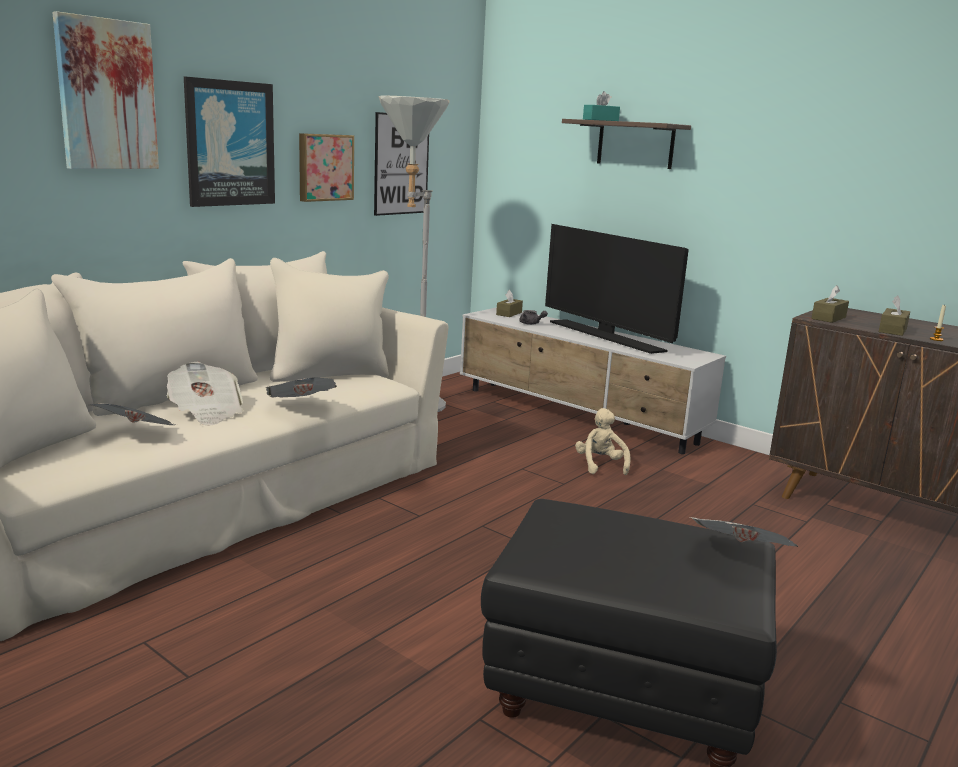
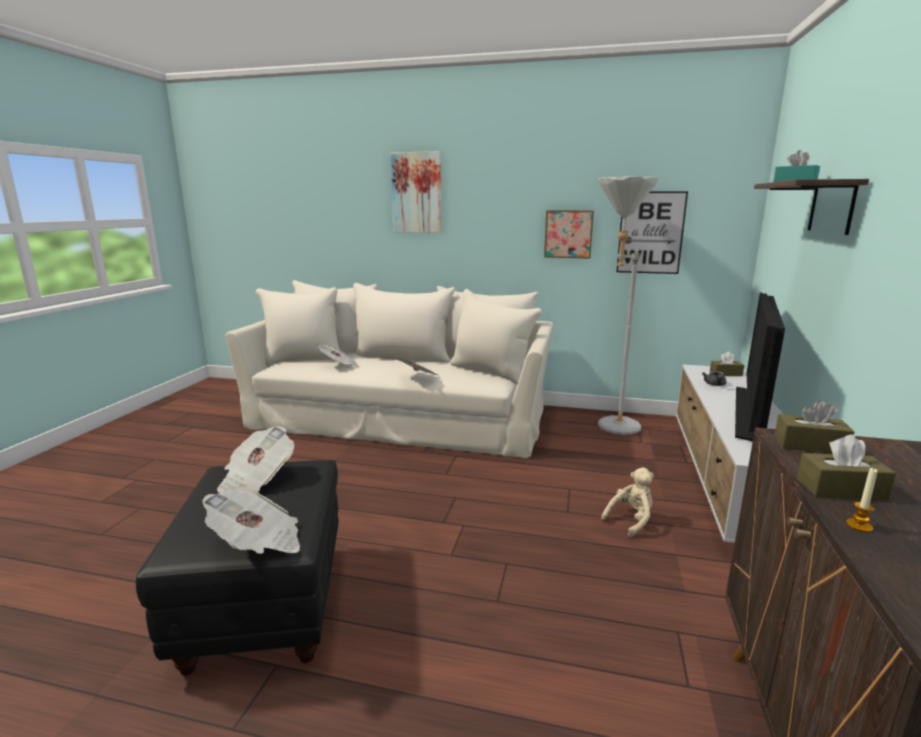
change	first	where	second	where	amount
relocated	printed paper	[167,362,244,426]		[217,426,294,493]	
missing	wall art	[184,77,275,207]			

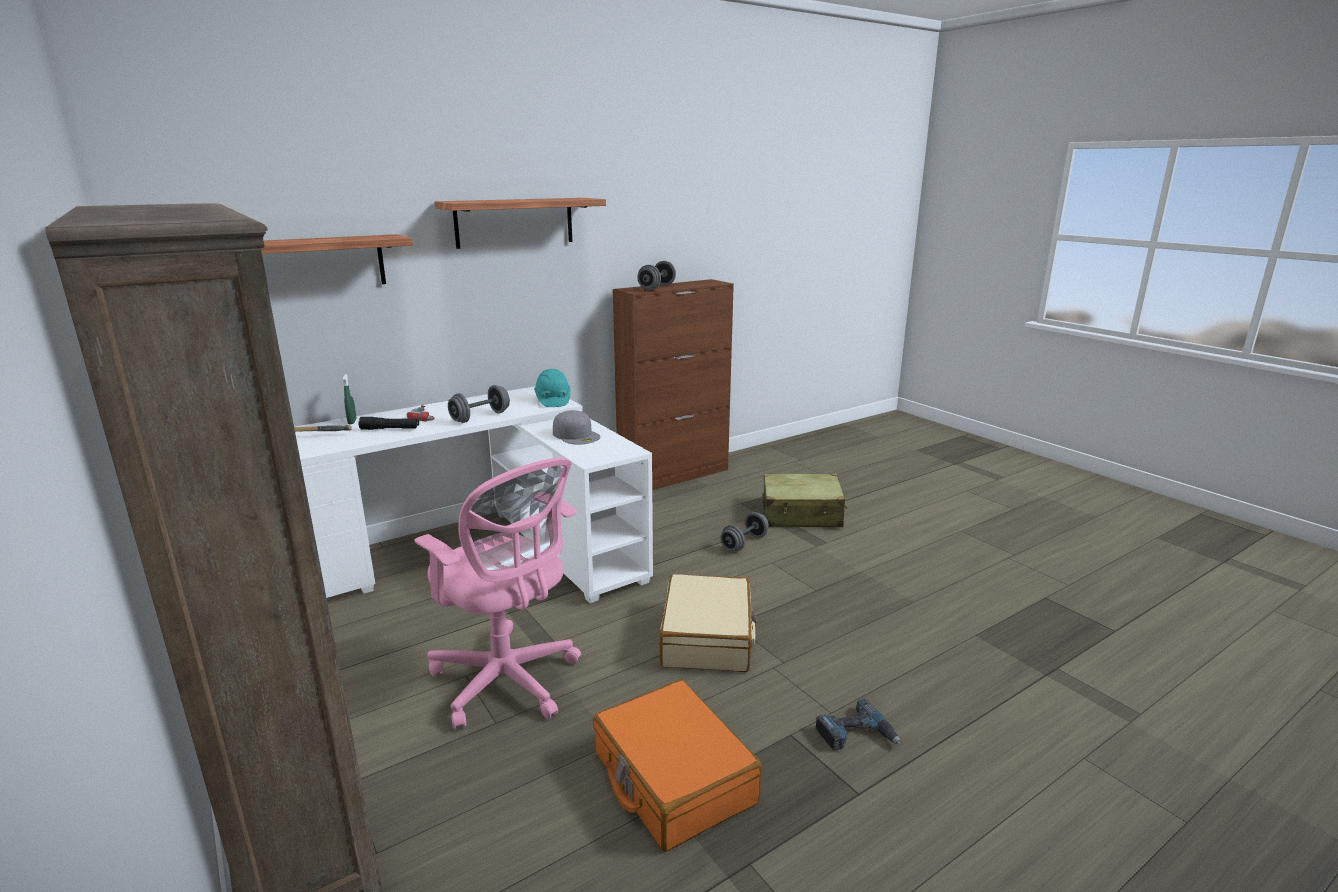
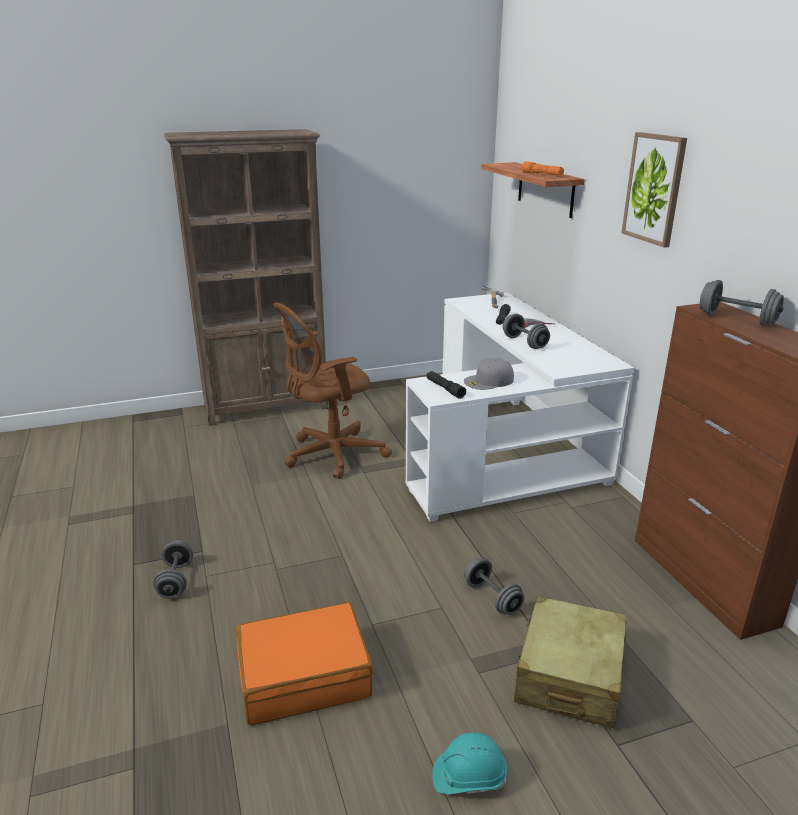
change	first	where	second	where	amount
missing	green-coloured sprayer	[343,373,356,424]			
colour	pinkish computer chair	[414,458,581,730]	brown computer chair	[273,302,392,479]	
exchanged	bracket shelf	[435,198,606,249]	wall art	[622,132,687,248]	
relocated	turquoise-coloured hard hat	[534,369,571,407]		[432,732,507,794]	
relocated	orange-coloured travel case	[593,680,762,852]		[236,602,373,725]	
missing	beige-coloured travel case	[660,574,757,672]			
exchanged	power drill	[816,699,901,751]	greyish hand weight	[153,540,193,599]	
appeared			black-coloured torch	[426,371,466,399]	
appeared			orange-coloured torch	[521,162,564,176]	

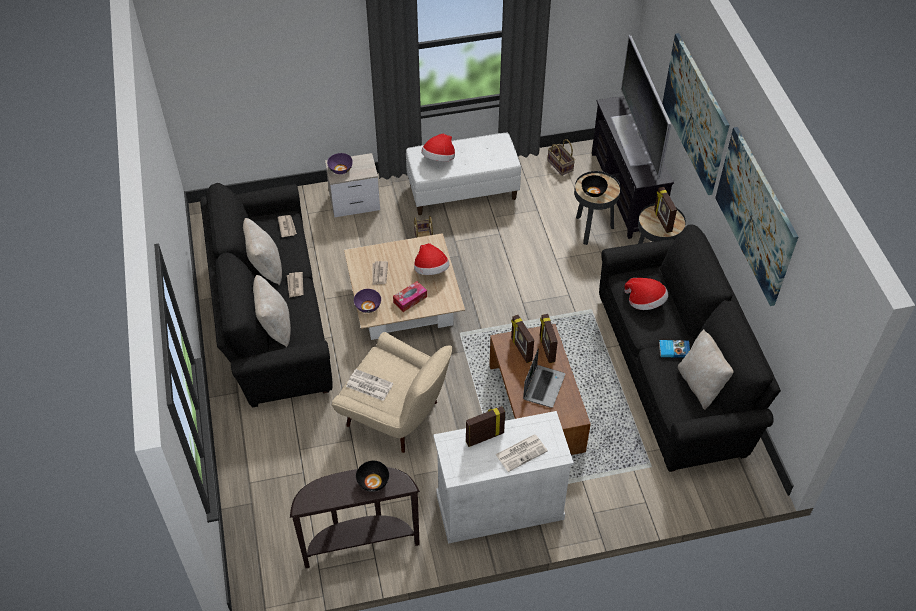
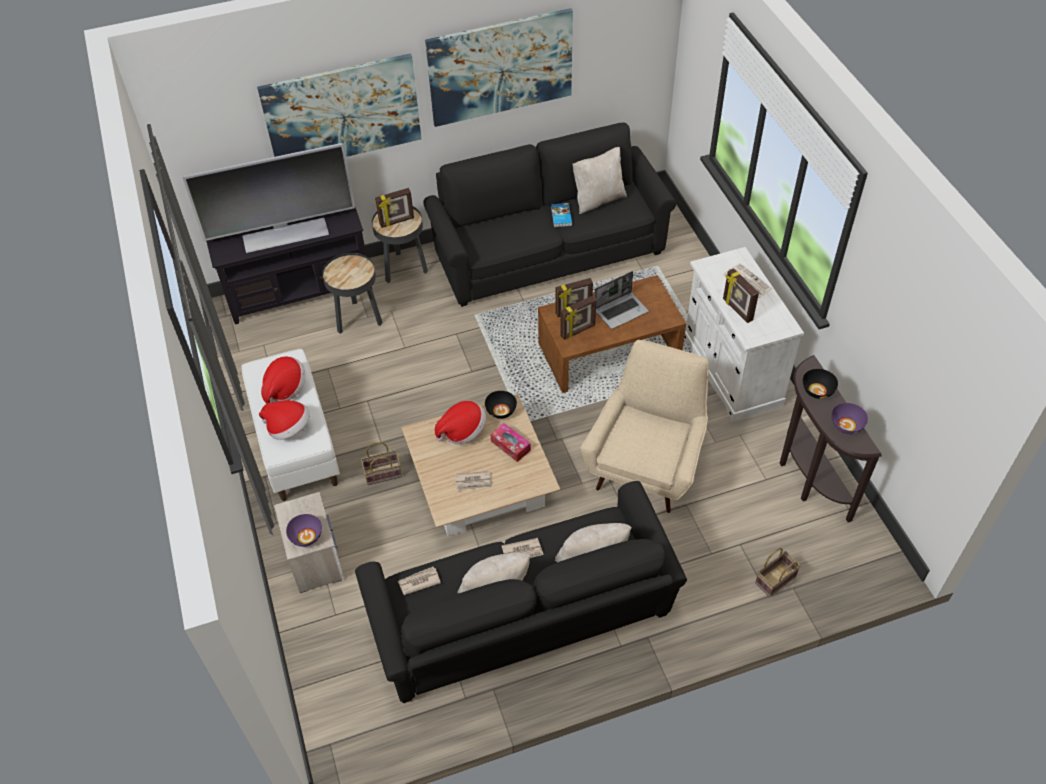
change	first	where	second	where	amount
missing	printed paper	[346,369,393,401]			
relocated	purple serving bowl	[354,289,381,313]		[831,403,868,434]	
spun	laptop	[523,348,565,408]		[594,271,649,329]	135 degrees clockwise
relocated	basket	[547,139,575,176]		[755,548,801,597]	
relocated	black-coloured serving bowl	[582,175,608,197]		[485,391,517,419]	
relocated	wearable hat	[624,278,669,310]		[261,356,306,404]	

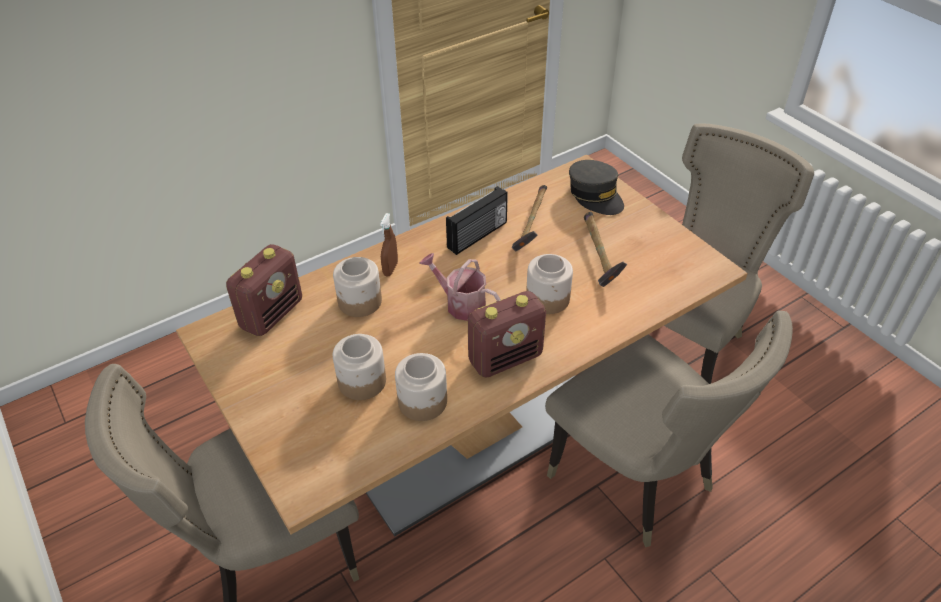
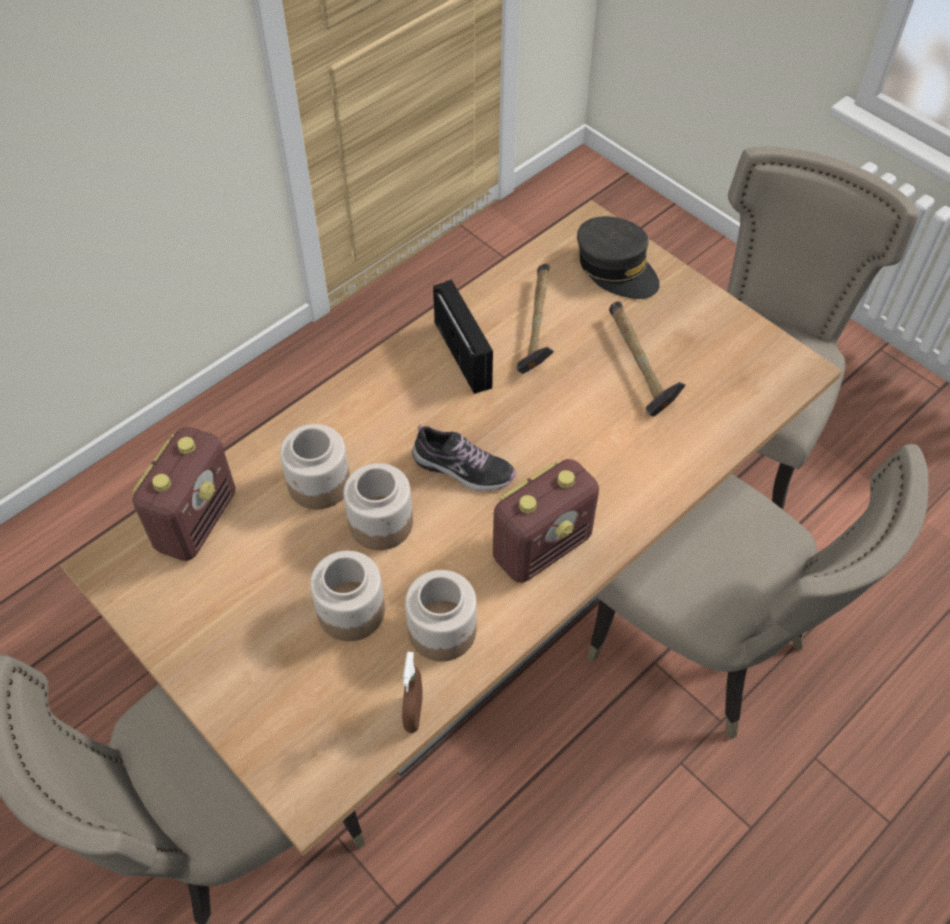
change	first	where	second	where	amount
relocated	brown sprayer	[380,213,398,276]		[402,652,423,733]	
exchanged	watering pot	[419,253,501,321]	low shoe	[412,424,516,491]	
spun	radio set	[446,186,508,255]		[433,279,493,394]	60 degrees counterclockwise
relocated	preserve jar	[526,254,573,314]		[343,463,413,550]	

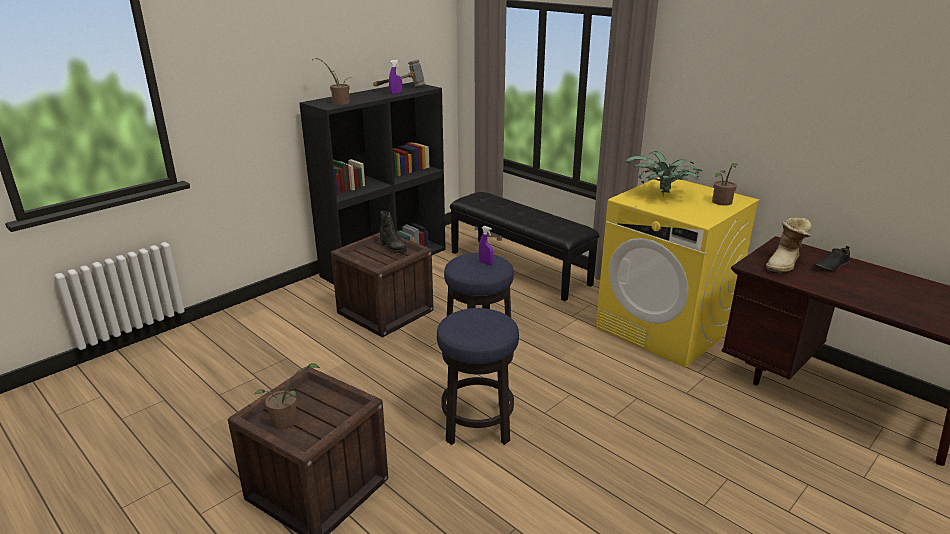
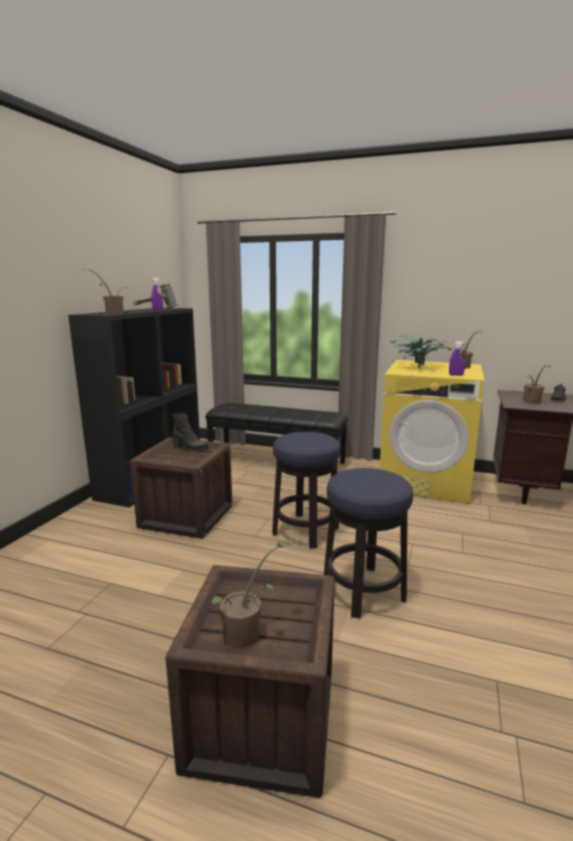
change	first	where	second	where	amount
relocated	purple sprayer	[479,226,493,265]		[449,341,466,376]	
exchanged	boot	[766,217,812,274]	houseplant	[523,365,551,403]	

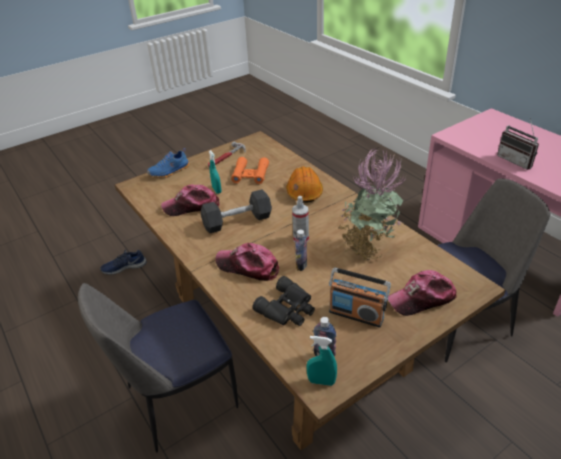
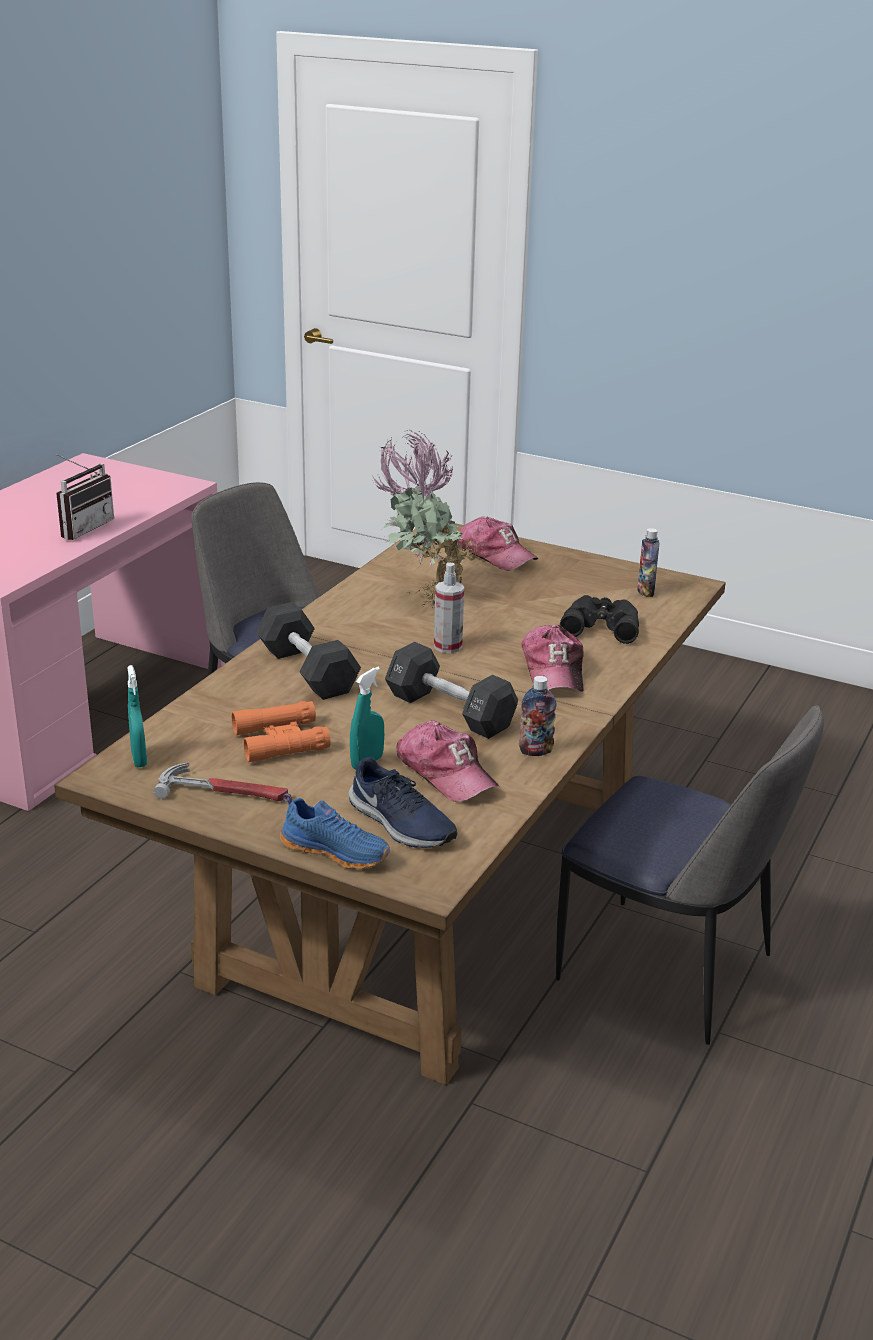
change	first	where	second	where	amount
relocated	blue low shoe	[100,250,146,275]		[349,757,458,848]	
exchanged	orange-coloured hard hat	[286,166,323,203]	black-coloured hand weight	[256,602,361,700]	
relocated	bottle	[295,229,307,271]		[519,676,557,756]	
relocated	turquoise-coloured sprayer	[307,336,337,386]		[128,665,147,767]	
missing	radio set	[329,268,391,328]			

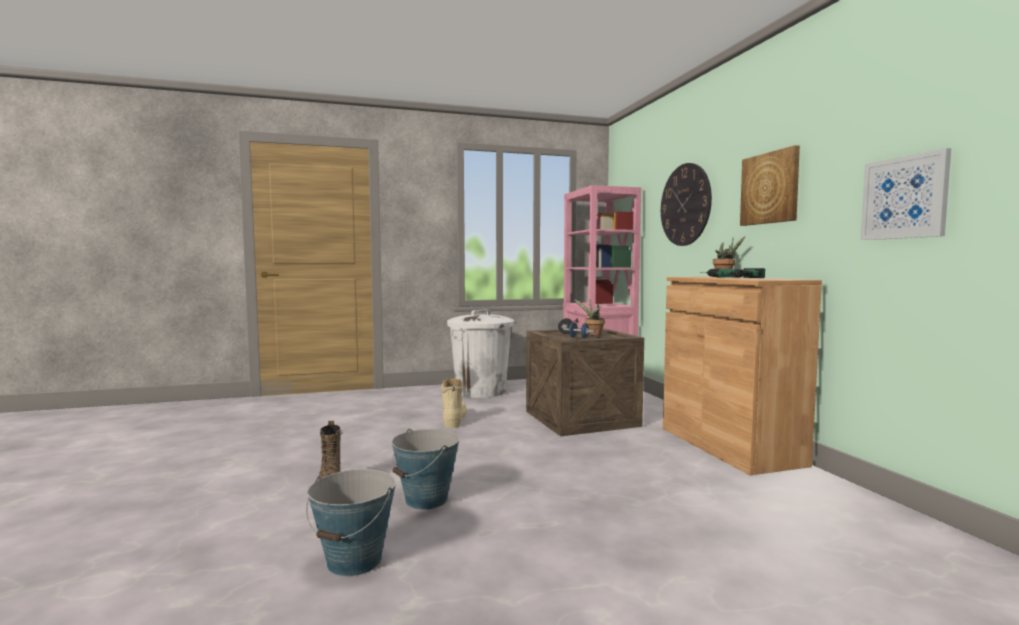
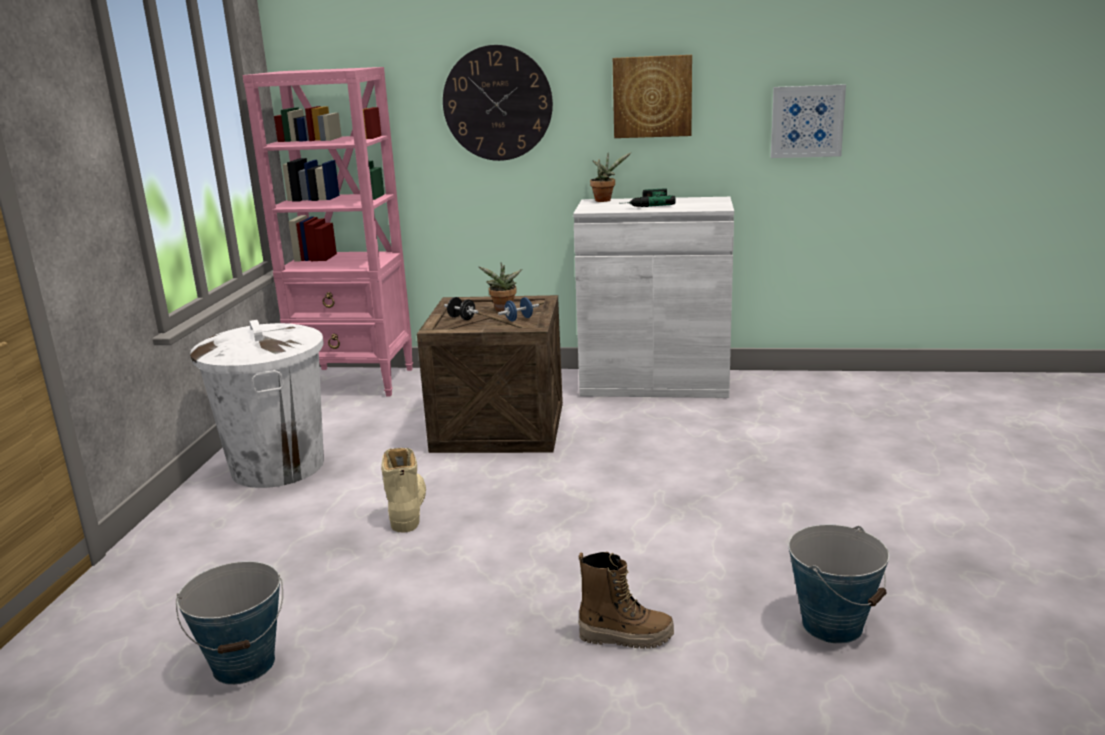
change	first	where	second	where	amount
relocated	water bucket	[392,429,459,510]		[176,561,283,685]	
spun	beige-coloured boot	[441,378,467,428]		[381,448,426,532]	60 degrees clockwise
colour	brown cupboard	[663,277,822,475]	white-coloured cupboard	[573,197,734,398]	

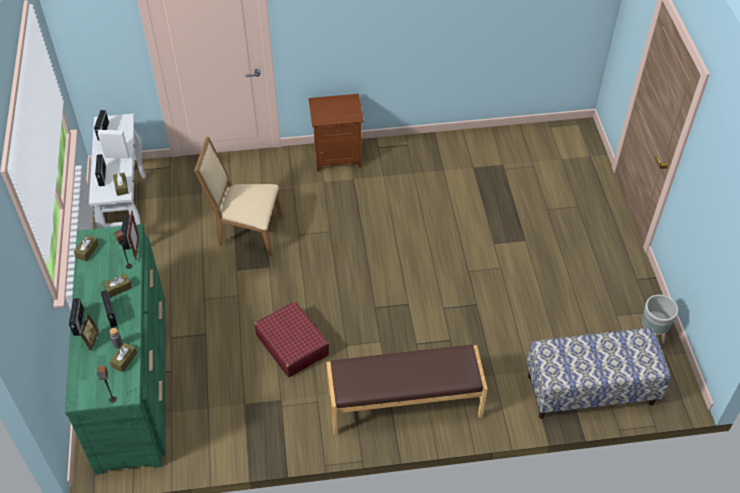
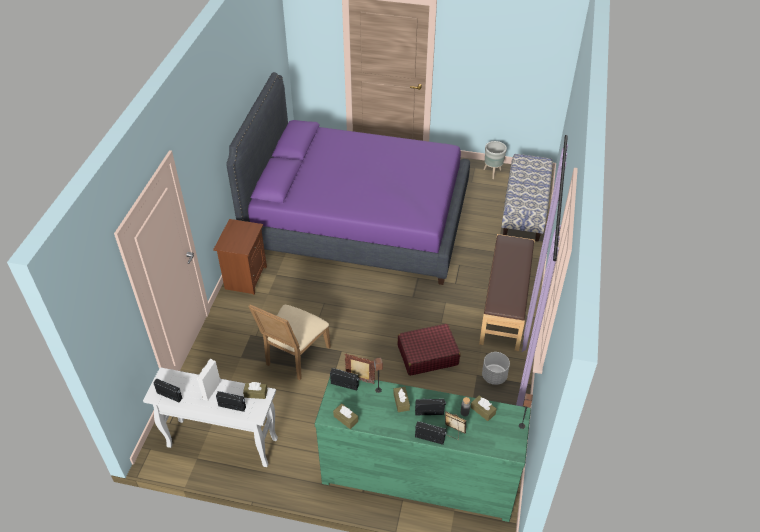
change	first	where	second	where	amount
appeared			purple sleeping bed	[226,72,470,285]	
appeared			white-coloured flower pot	[482,352,510,385]	

